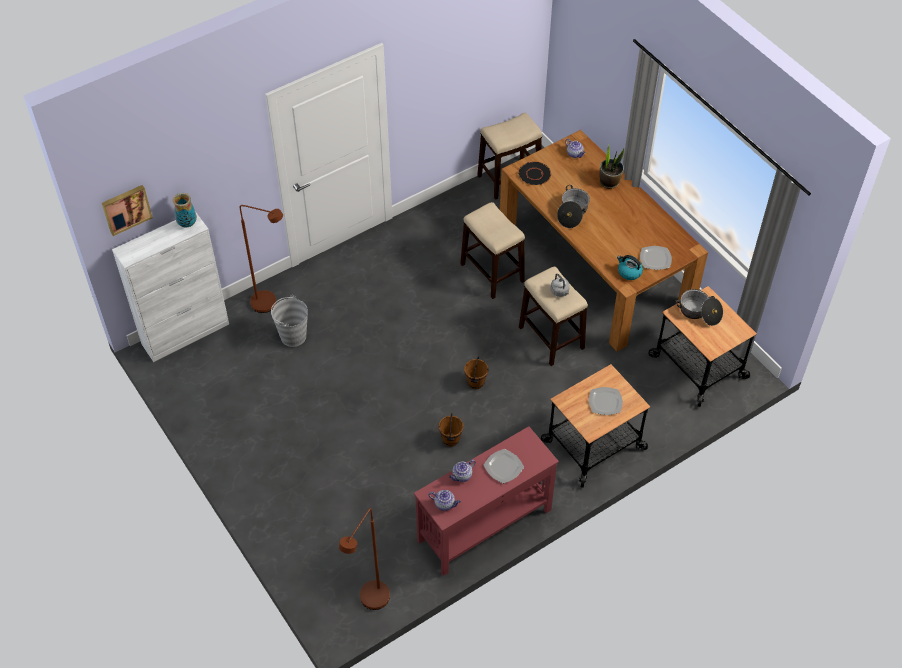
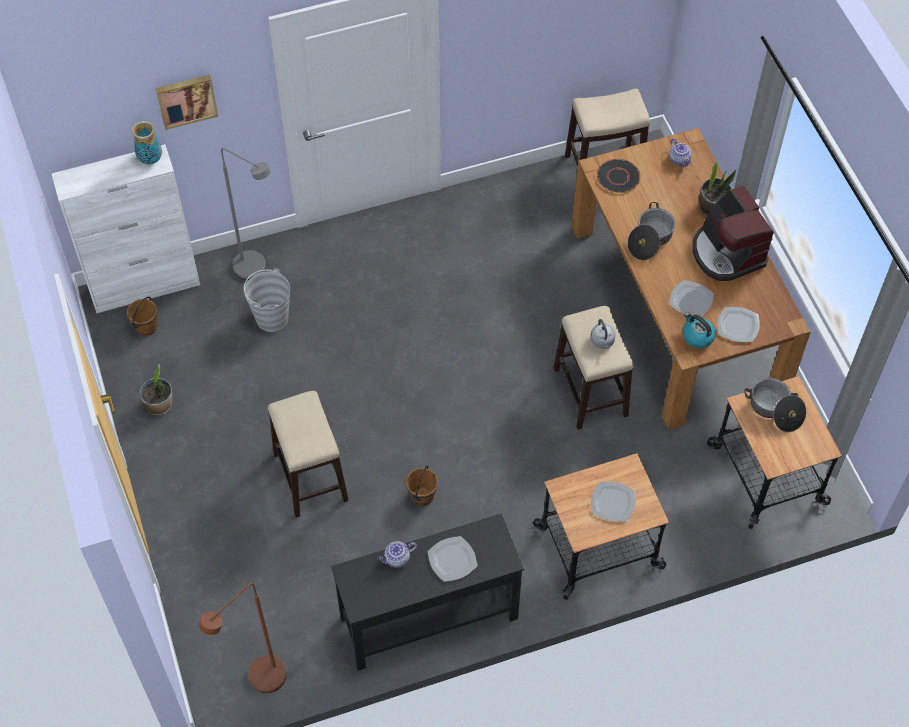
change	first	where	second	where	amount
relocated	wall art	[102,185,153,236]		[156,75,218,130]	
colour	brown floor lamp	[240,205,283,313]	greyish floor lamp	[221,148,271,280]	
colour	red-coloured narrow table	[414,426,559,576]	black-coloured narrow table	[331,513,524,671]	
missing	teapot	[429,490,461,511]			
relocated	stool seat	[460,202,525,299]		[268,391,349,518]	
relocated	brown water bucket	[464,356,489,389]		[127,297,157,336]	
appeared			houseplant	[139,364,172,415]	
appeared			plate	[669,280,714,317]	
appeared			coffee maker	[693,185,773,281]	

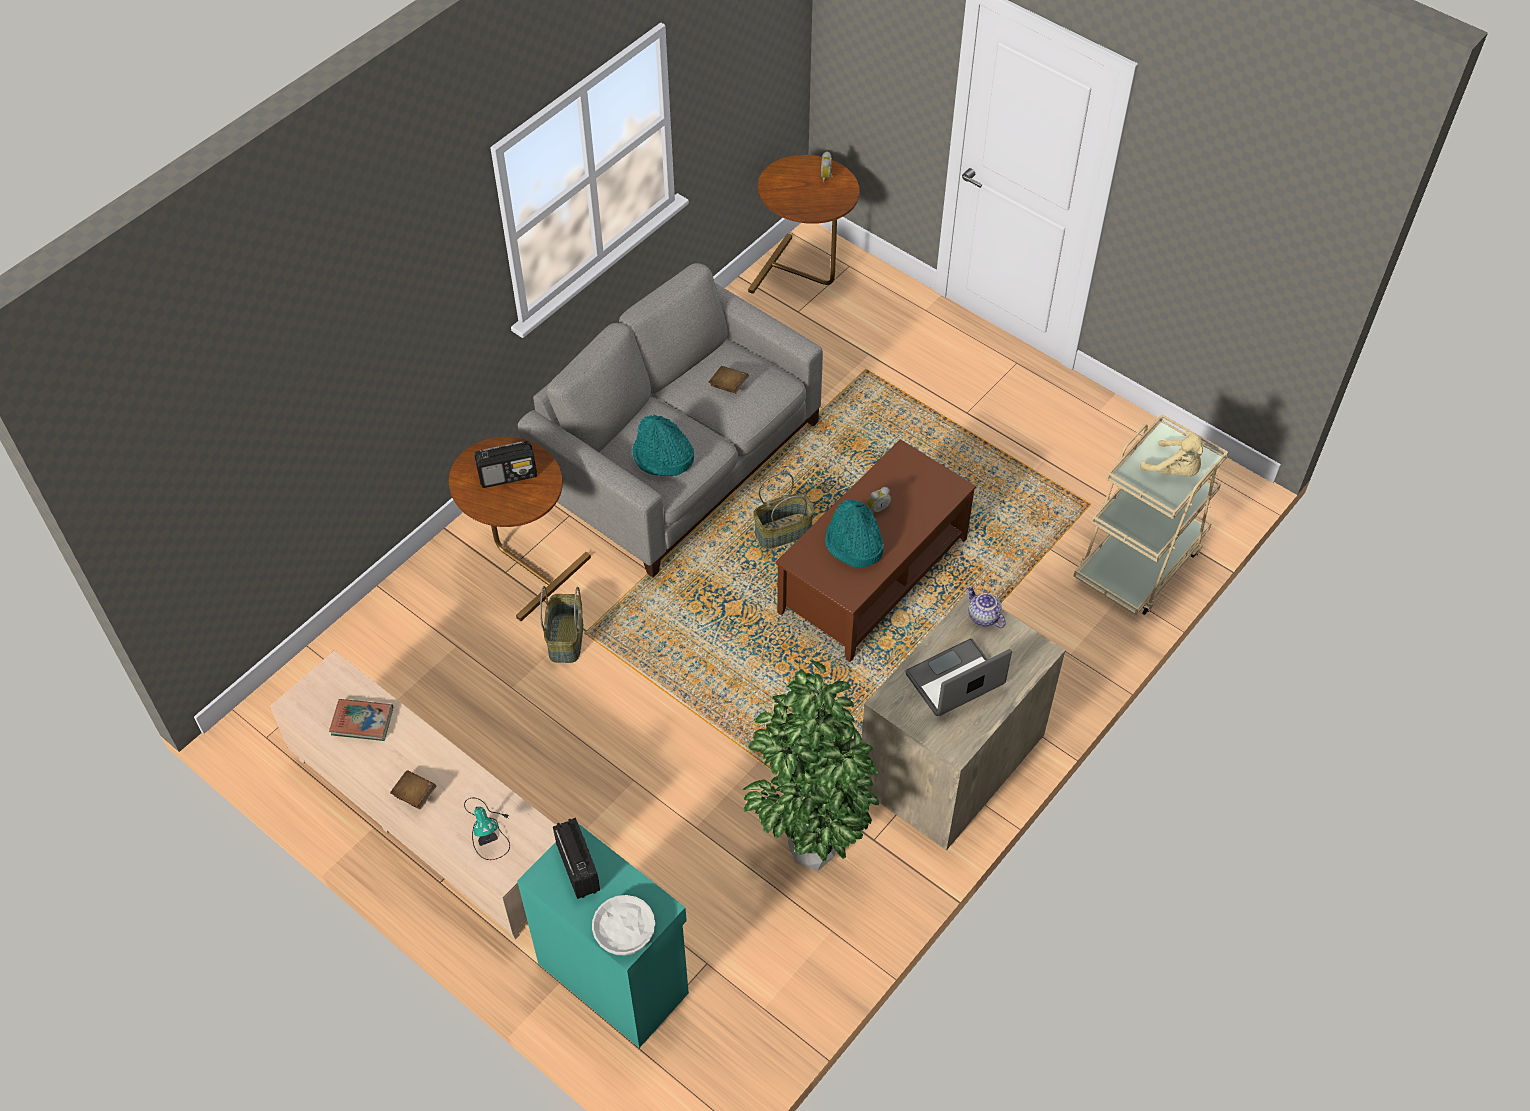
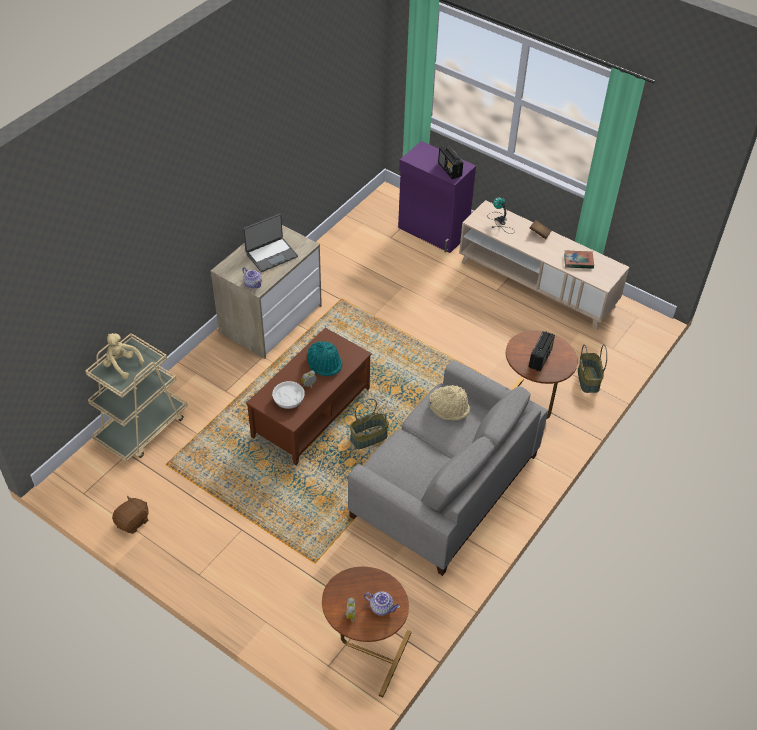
change	first	where	second	where	amount
spun	radio set	[475,441,537,488]		[529,331,555,371]	135 degrees clockwise
colour	turquoise-coloured cupboard	[517,824,689,1048]	purple cupboard	[398,141,476,253]	
relocated	basket	[540,586,583,663]		[578,344,607,393]	
relocated	white-coloured serving bowl	[592,895,655,956]		[272,381,305,409]	
colour	turquoise-coloured wearable hat	[633,414,694,476]	beige-coloured wearable hat	[429,385,470,421]	
missing	brown book	[709,366,749,394]			
missing	houseplant	[742,660,879,871]			
appeared			brown soft toy	[112,495,149,534]	
appeared			teapot	[364,591,400,616]	

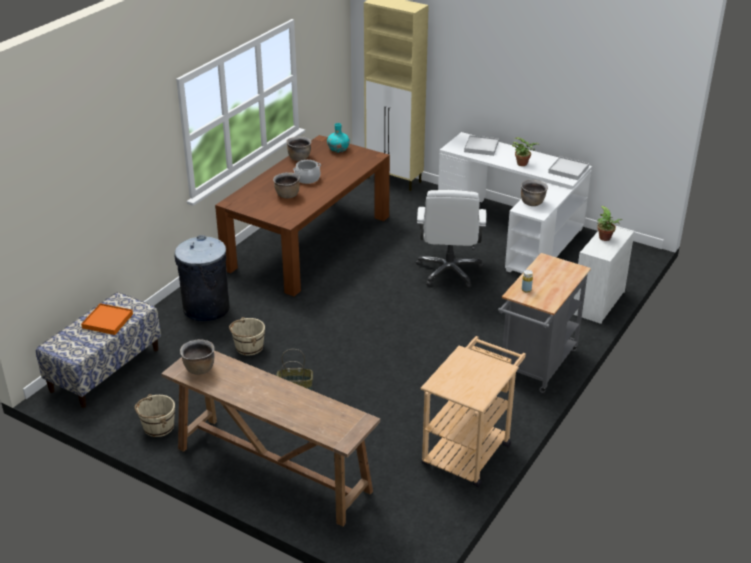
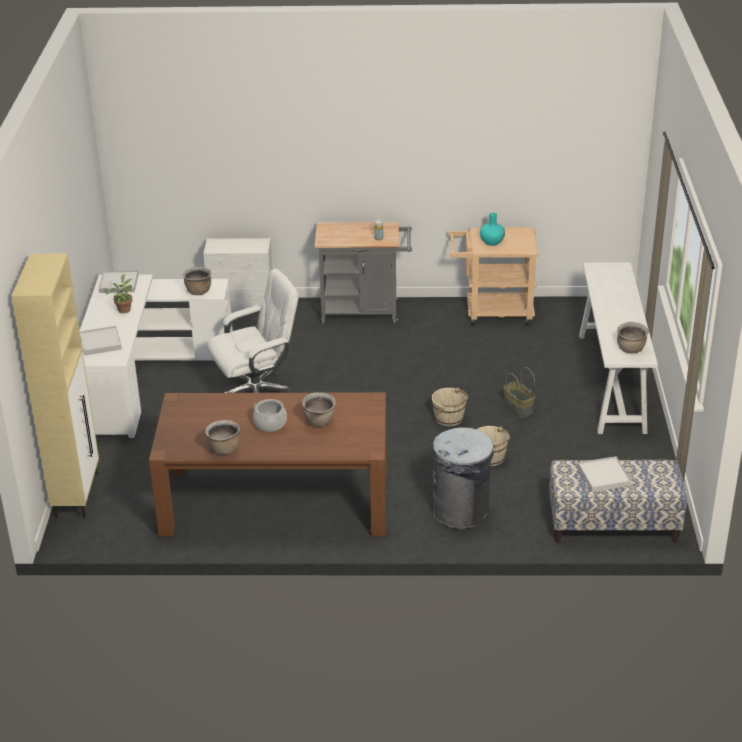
change	first	where	second	where	amount
colour	orange-coloured carrying tray	[81,303,133,335]	white-coloured carrying tray	[578,456,631,492]	
relocated	beige-coloured water bucket	[134,394,175,437]		[432,388,468,426]	
colour	brown narrow table	[161,351,380,527]	white-coloured narrow table	[579,262,658,434]	
relocated	turquoise-coloured decorative vase	[327,123,350,153]		[480,213,505,246]	
missing	houseplant	[597,206,622,241]			

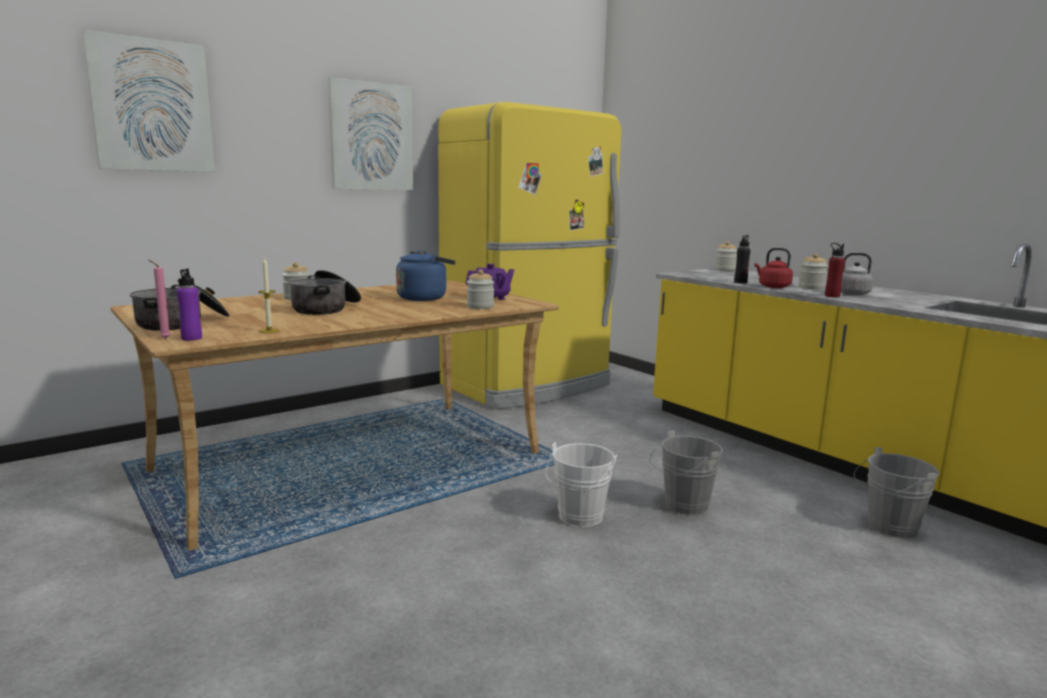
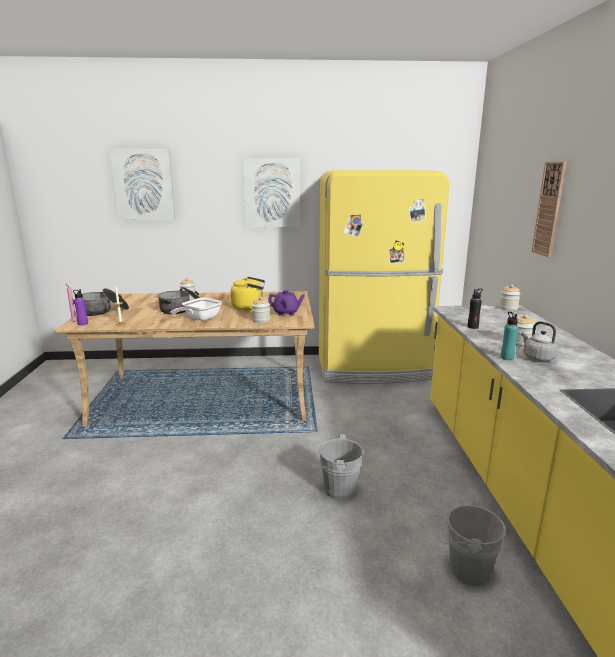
change	first	where	second	where	amount
colour	blue water kettle	[396,250,456,301]	yellow-coloured water kettle	[231,277,265,310]	
missing	white-coloured water bucket	[546,442,617,527]			
missing	red-coloured water kettle	[754,248,793,288]			
colour	red-coloured bottle	[825,243,845,297]	turquoise-coloured bottle	[501,312,519,360]	
appeared			frying pan	[170,298,222,321]	
appeared			wall clock	[532,162,566,257]	

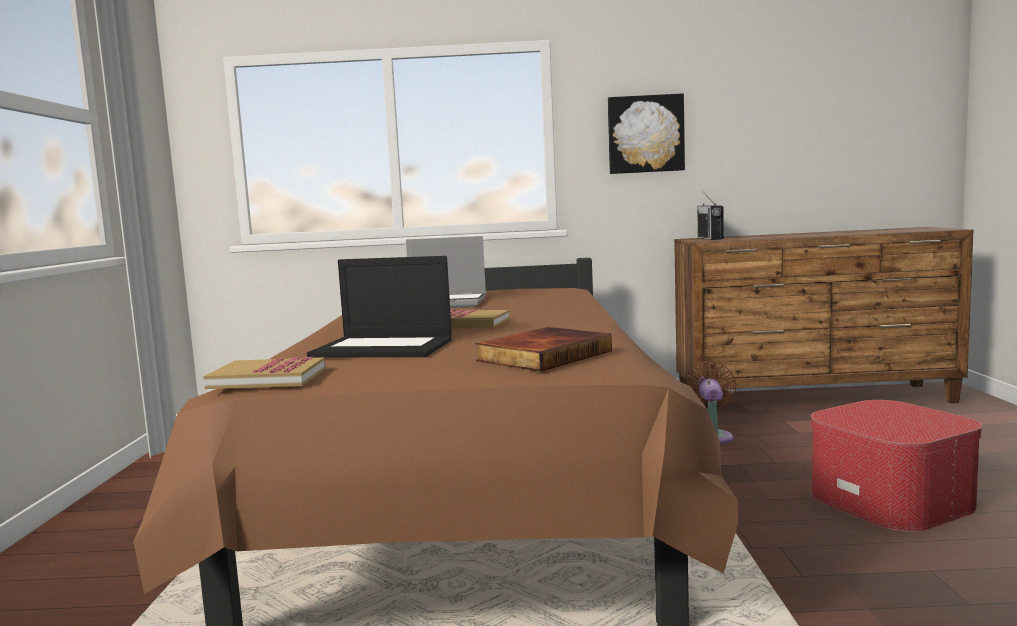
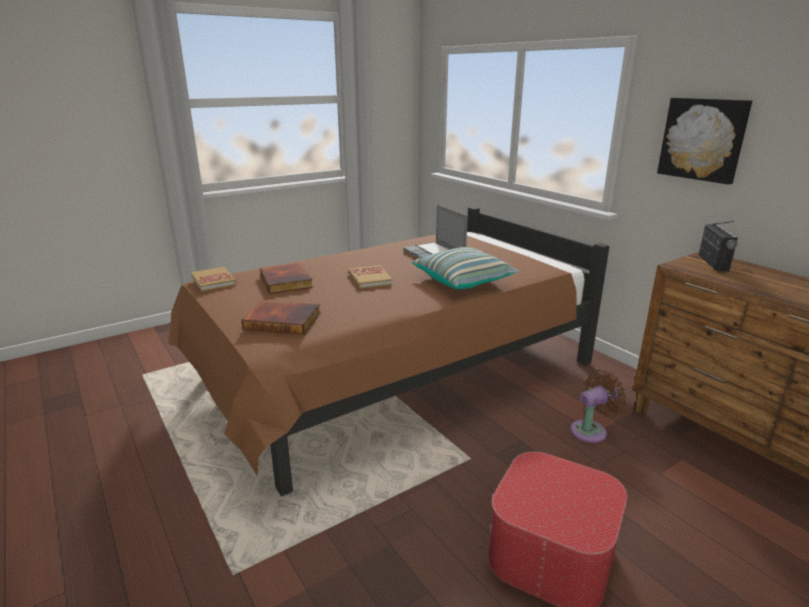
change	first	where	second	where	amount
exchanged	laptop	[307,256,452,358]	book	[260,263,313,294]	
spun	radio set	[697,192,724,240]		[699,221,738,272]	135 degrees clockwise
appeared			pillow	[412,247,520,289]	

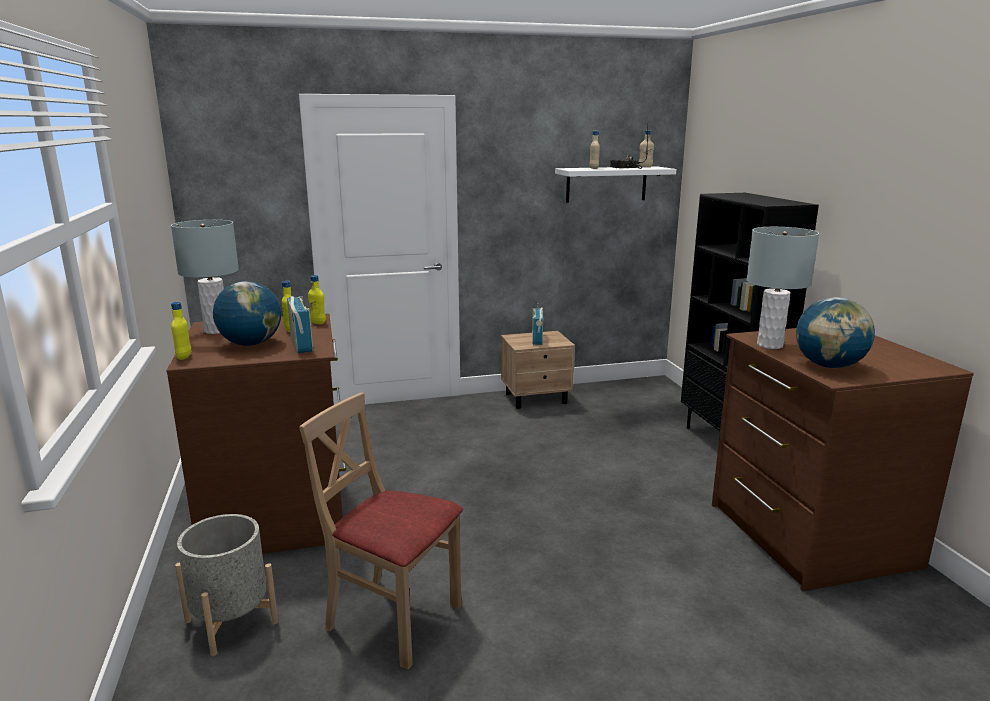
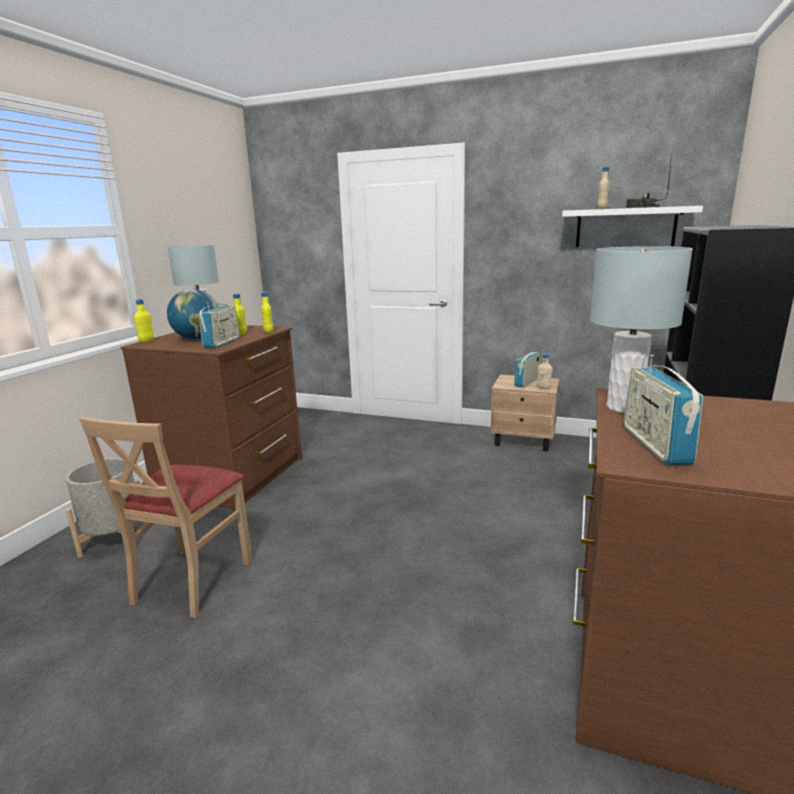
change	first	where	second	where	amount
spun	beige-coloured chair	[299,393,463,670]		[79,417,253,618]	135 degrees counterclockwise
relocated	beige-coloured bottle	[639,130,654,167]		[537,354,553,389]	
exchanged	desk globe	[796,297,875,368]	radio set	[623,354,703,465]	

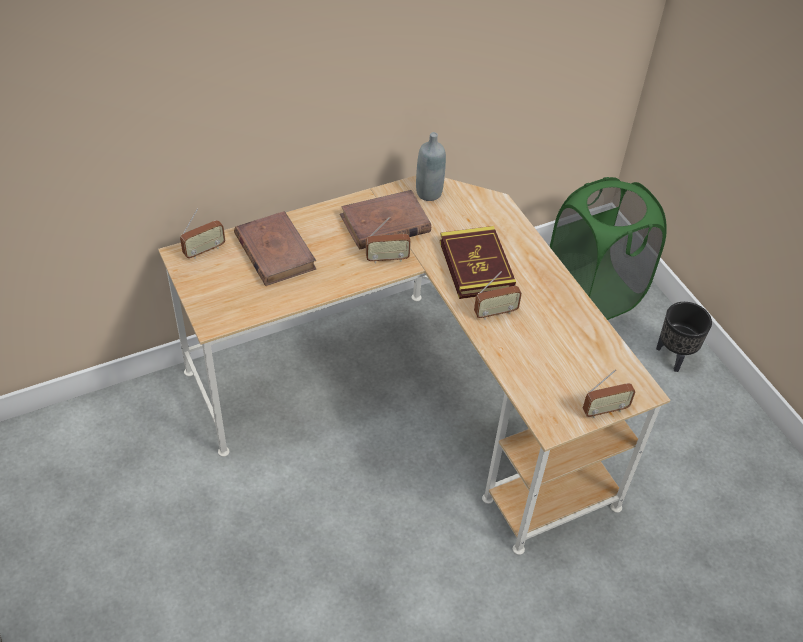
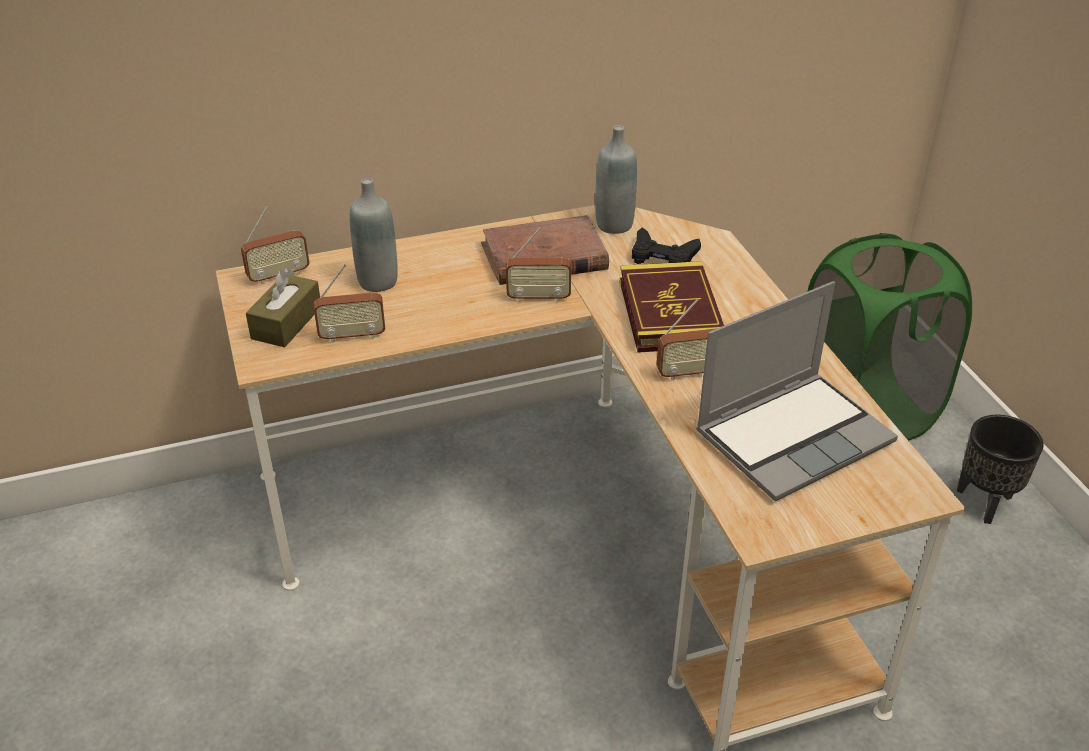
change	first	where	second	where	amount
exchanged	brown book	[234,211,316,286]	greyish bottle	[350,178,398,292]	
relocated	radio set	[583,369,635,418]		[314,264,385,343]	
appeared			brown tissue box	[246,268,320,347]	
appeared			black-coloured joypad	[632,227,701,264]	
appeared			laptop	[696,281,898,501]	

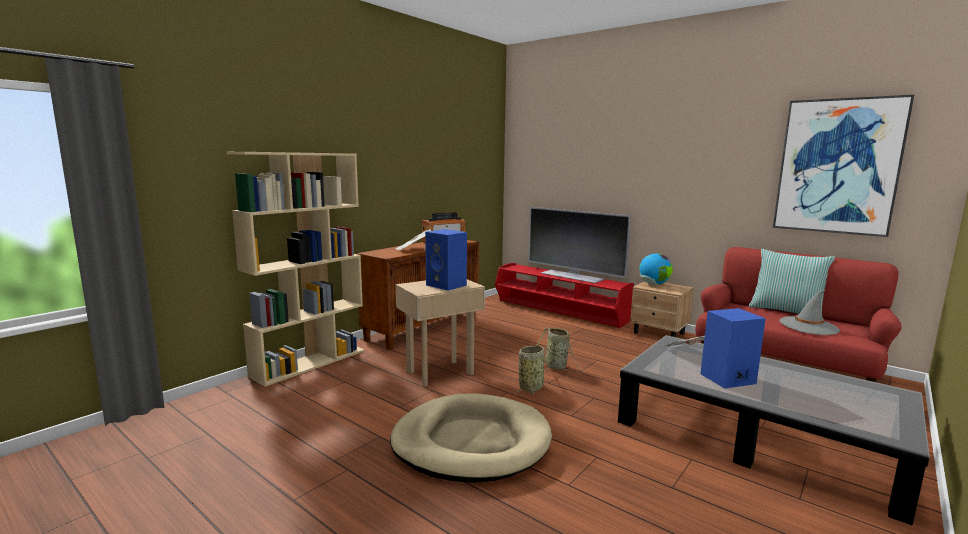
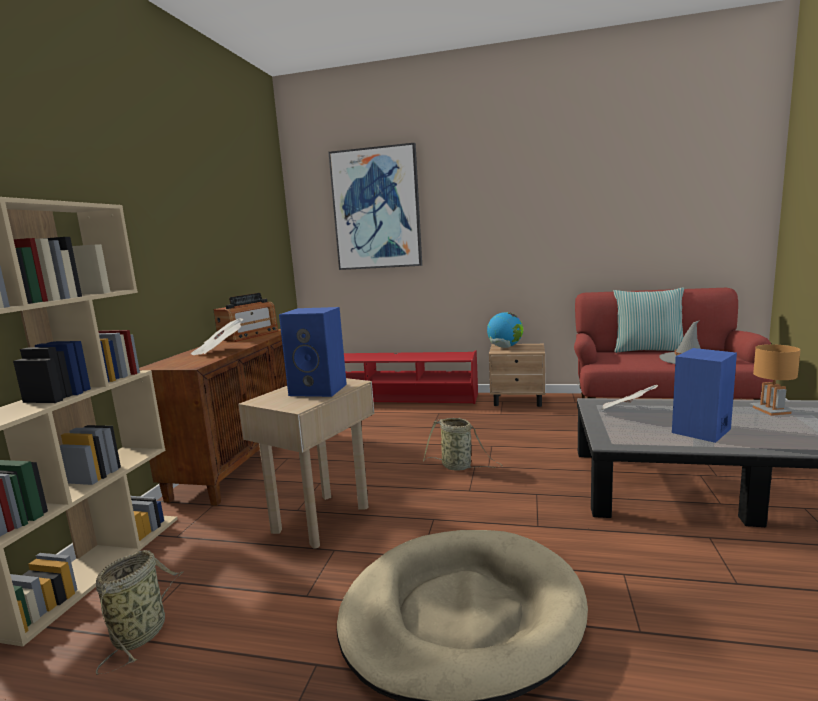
change	first	where	second	where	amount
relocated	basket	[515,345,551,395]		[96,550,183,675]	
missing	TV	[528,207,631,283]			
relocated	wall art	[773,95,914,237]		[328,143,422,270]	
appeared			brown table lamp	[750,344,800,416]	

